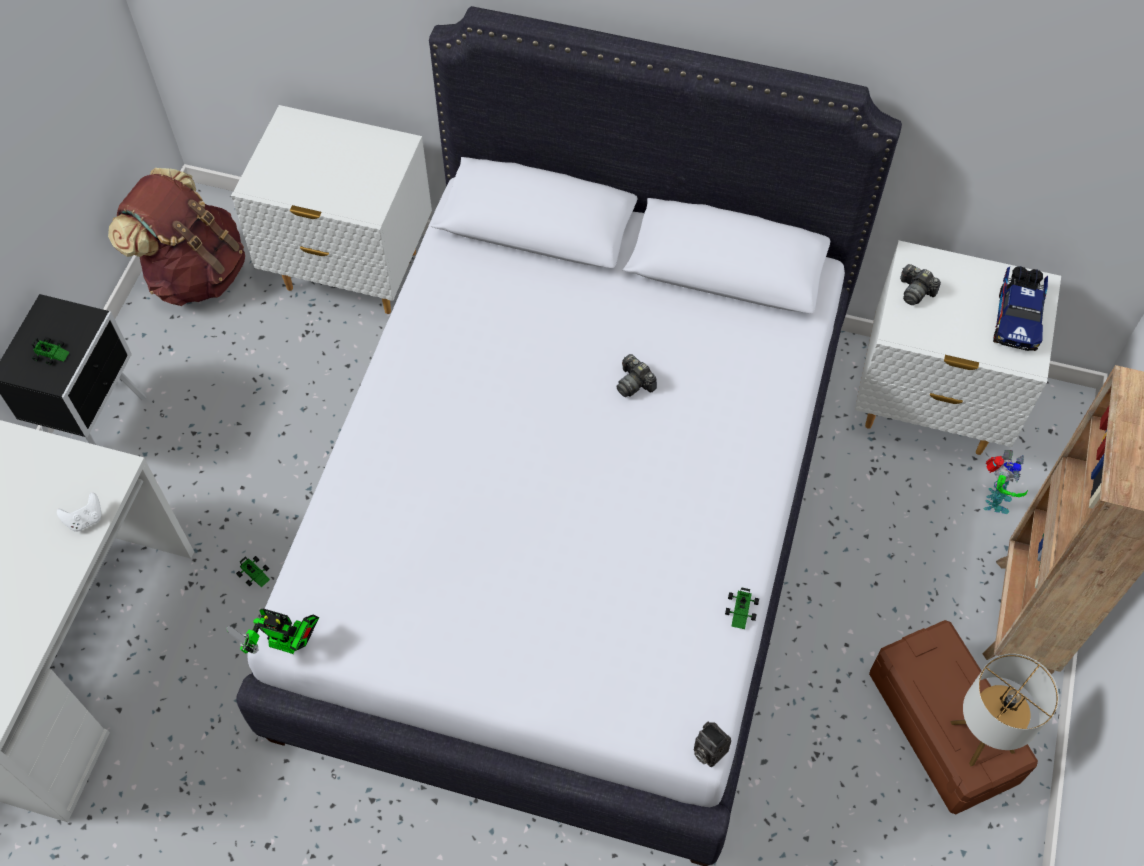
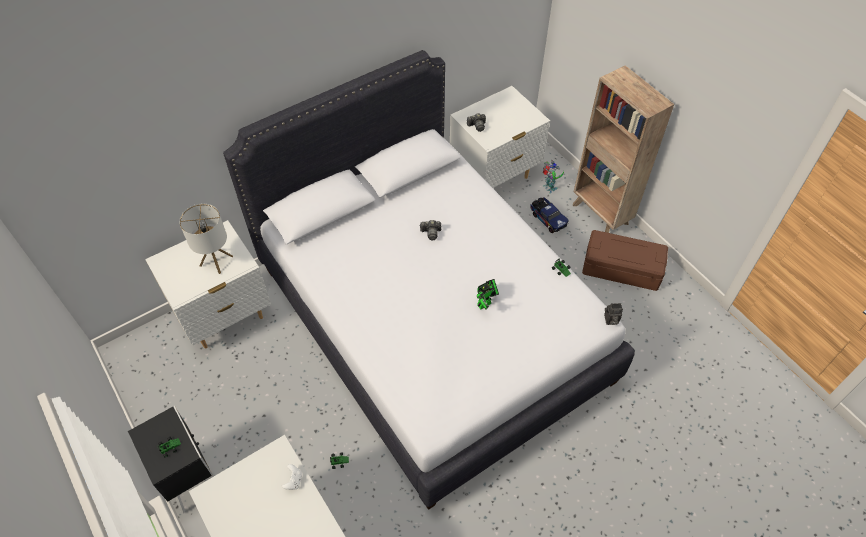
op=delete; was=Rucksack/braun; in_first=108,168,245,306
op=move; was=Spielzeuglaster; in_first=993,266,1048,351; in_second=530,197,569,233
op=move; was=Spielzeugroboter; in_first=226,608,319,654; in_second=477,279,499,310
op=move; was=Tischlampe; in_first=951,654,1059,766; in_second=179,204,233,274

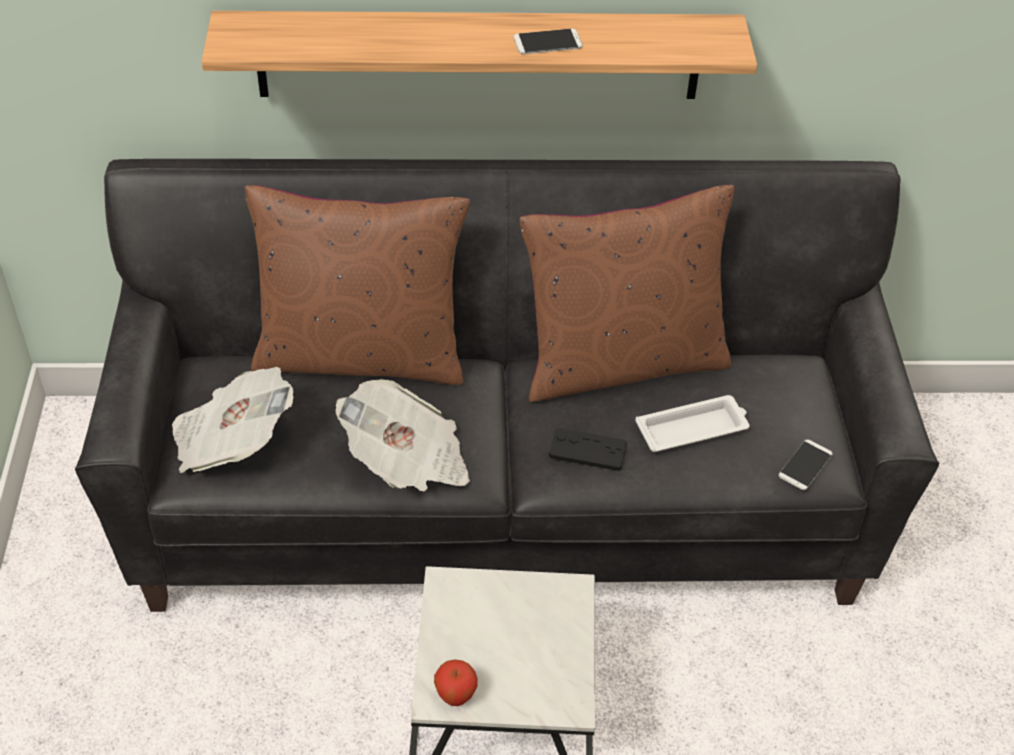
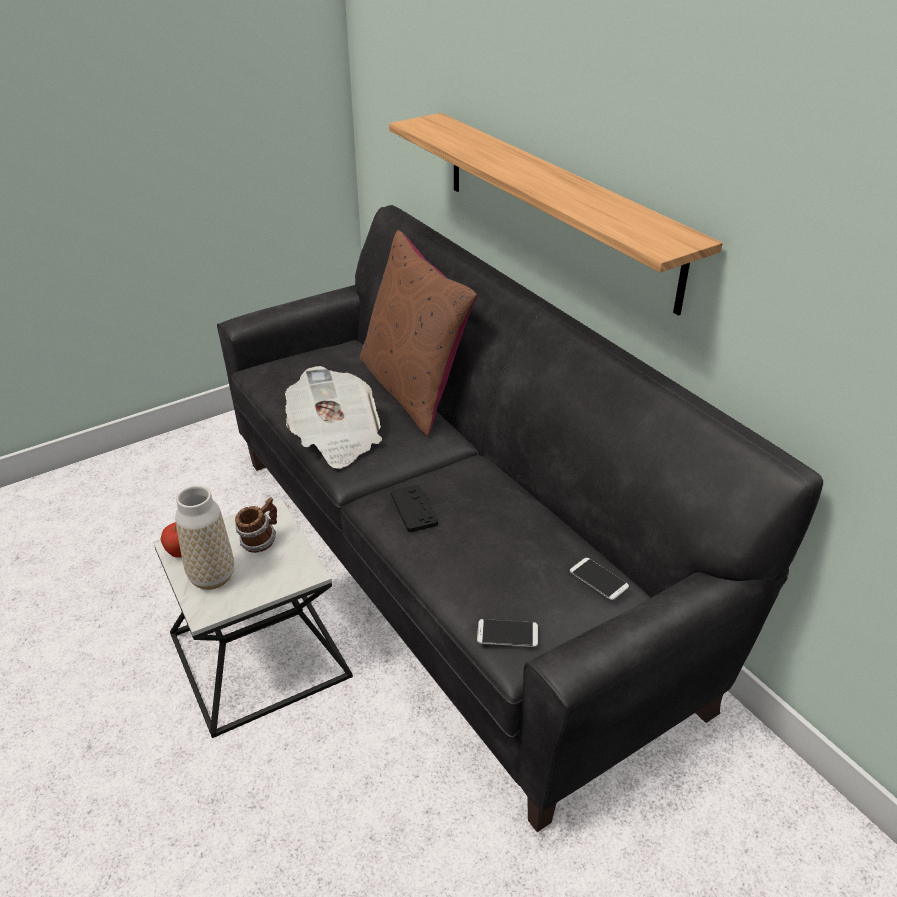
op=move; was=Handy; in_first=513,29,583,54; in_second=570,558,629,600
op=delete; was=Kissen/braun; in_first=519,185,735,402
op=delete; was=Zeitung; in_first=172,367,293,473
op=delete; was=Tablett/weiß; in_first=635,395,750,452
op=insert; now=Vase; in_second=175,485,234,590
op=insert; now=Henkelbecher; in_second=235,497,277,553

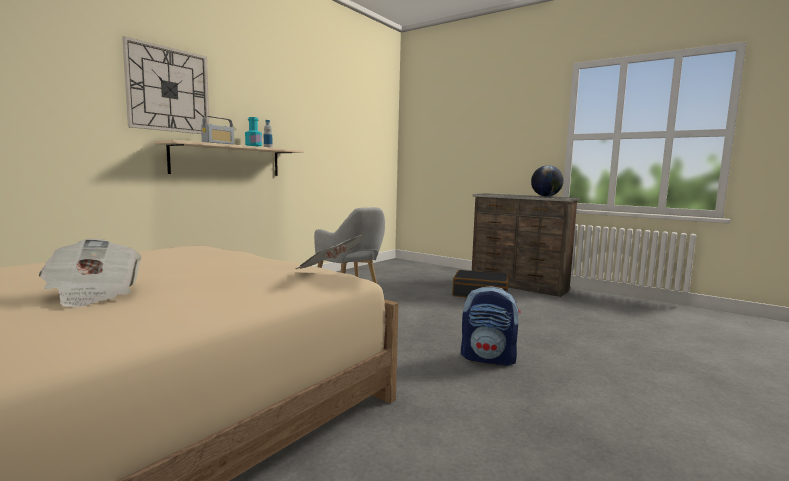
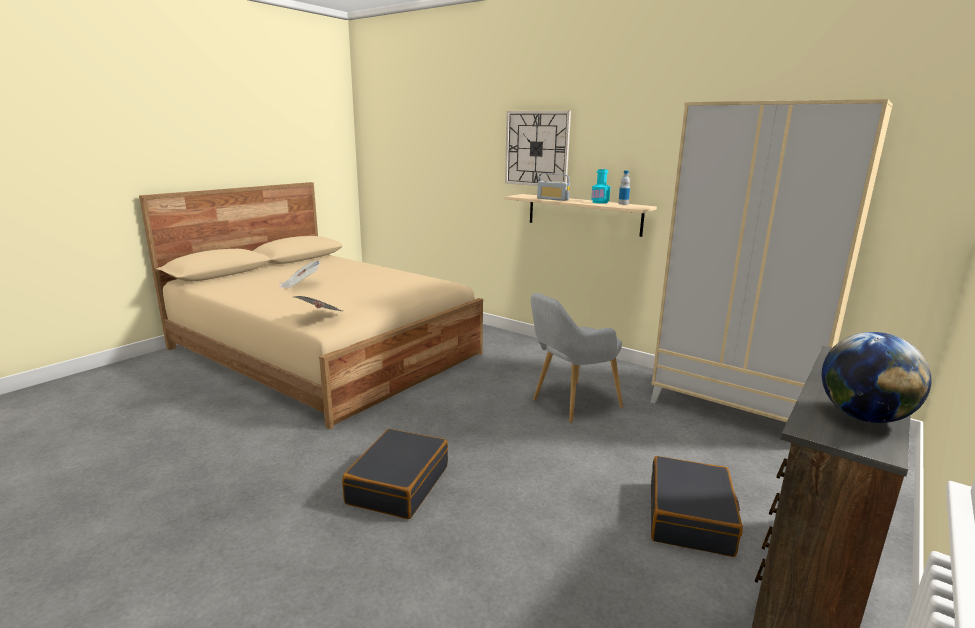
op=replace; was=Rucksack; now=Koffer/schwarz; in_first=461,286,521,366; in_second=342,429,448,519
op=insert; now=Kleiderschrank/beige; in_second=650,99,893,422

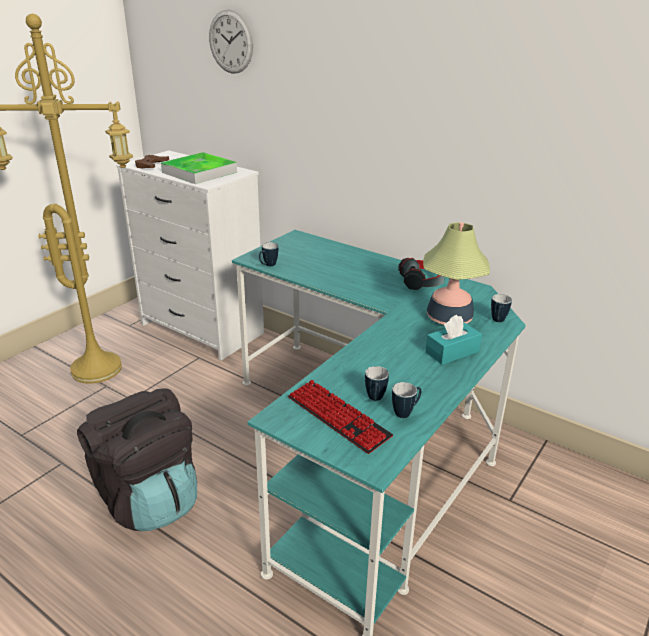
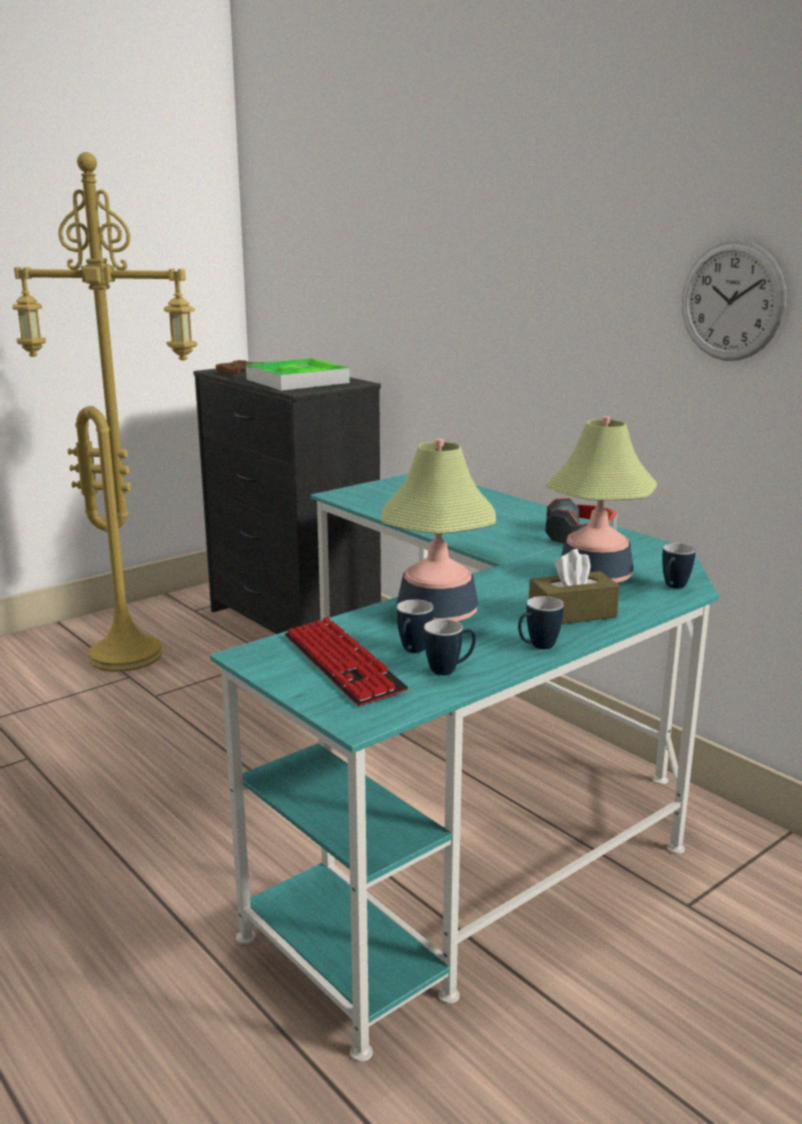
op=move; was=Wanduhr; in_first=209,9,253,74; in_second=682,240,786,361
op=recolor; was=Kommode/weiß; now=Kommode/schwarz; in_first=116,150,264,360; in_second=193,369,381,634
op=move; was=Henkelbecher; in_first=259,242,278,266; in_second=518,596,564,649
op=recolor; was=Taschentuchbox/türkis; now=Taschentuchbox/braun; in_first=425,315,482,365; in_second=529,549,620,624
op=delete; was=Rucksack/schwarz; in_first=77,388,197,531
op=insert; now=Tischlampe; in_second=381,439,496,622

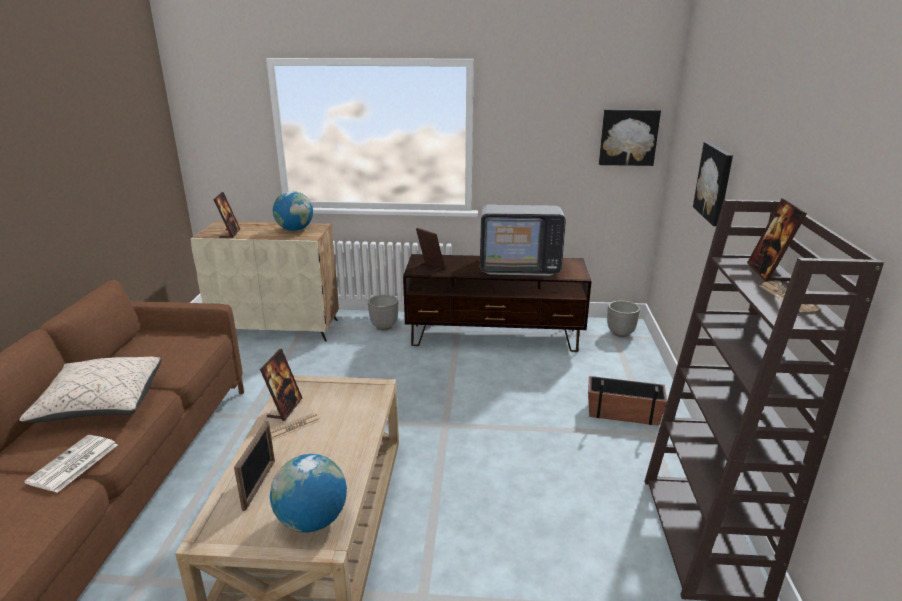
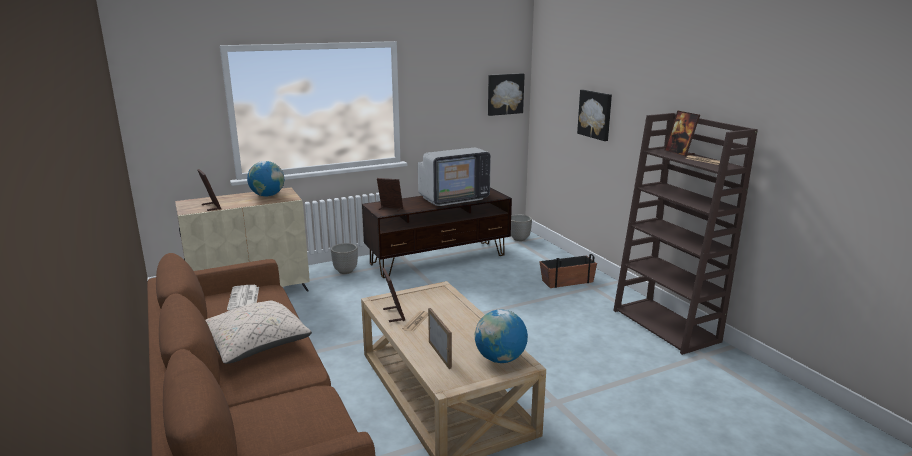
op=move; was=Zeitung; in_first=24,435,118,493; in_second=227,285,259,310

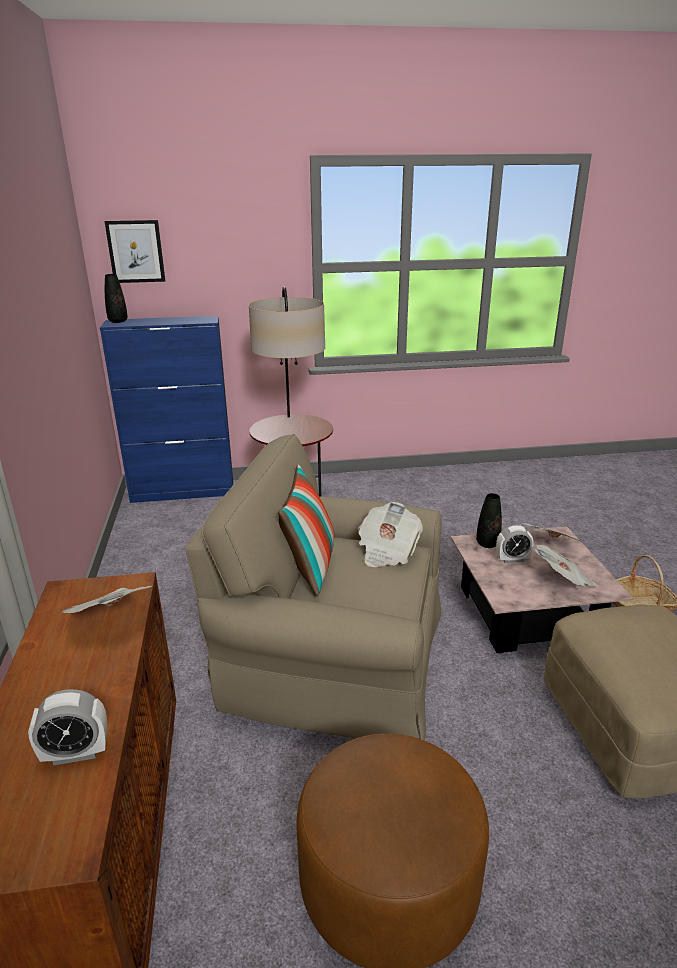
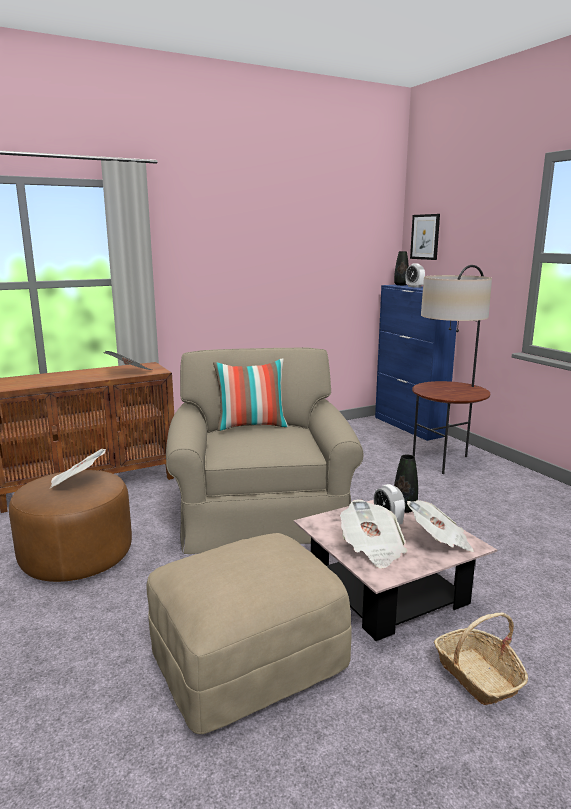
op=move; was=Zeitung; in_first=358,502,423,567; in_second=51,448,106,488
op=move; was=Wecker; in_first=28,689,107,765; in_second=406,264,425,288

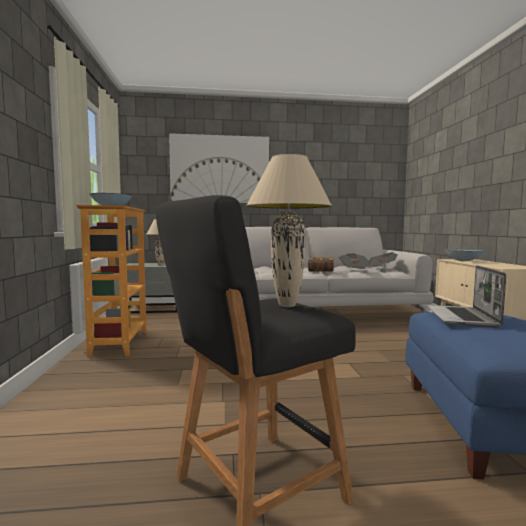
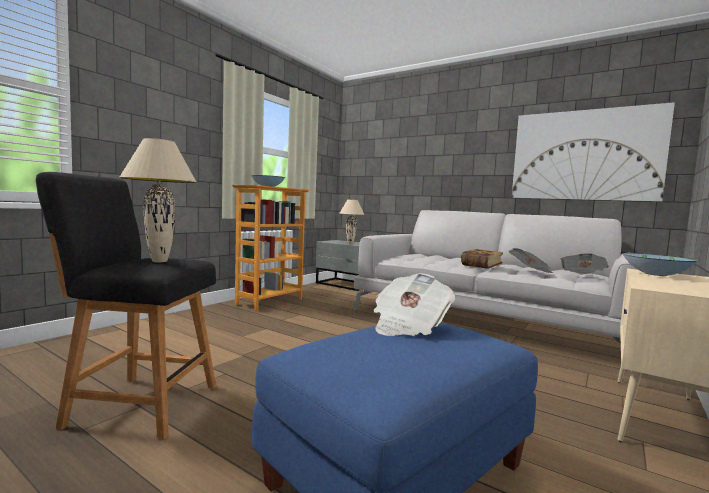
op=move; was=Bild; in_first=169,133,269,203; in_second=512,102,675,202
op=replace; was=Laptop; now=Zeitung; in_first=426,265,506,328; in_second=373,273,455,336

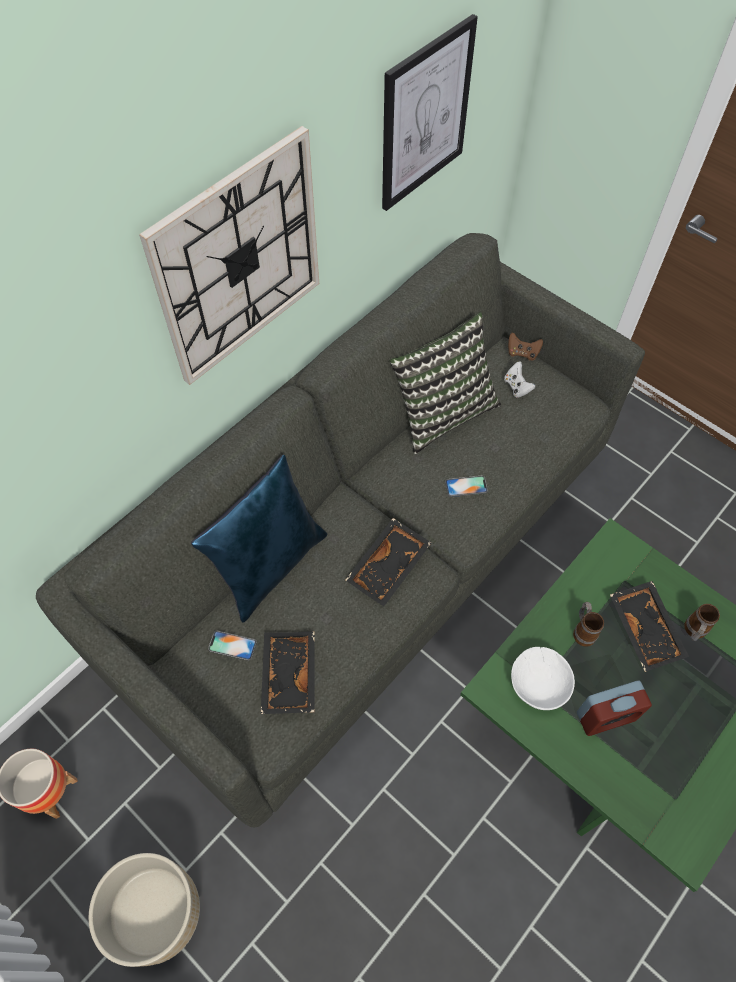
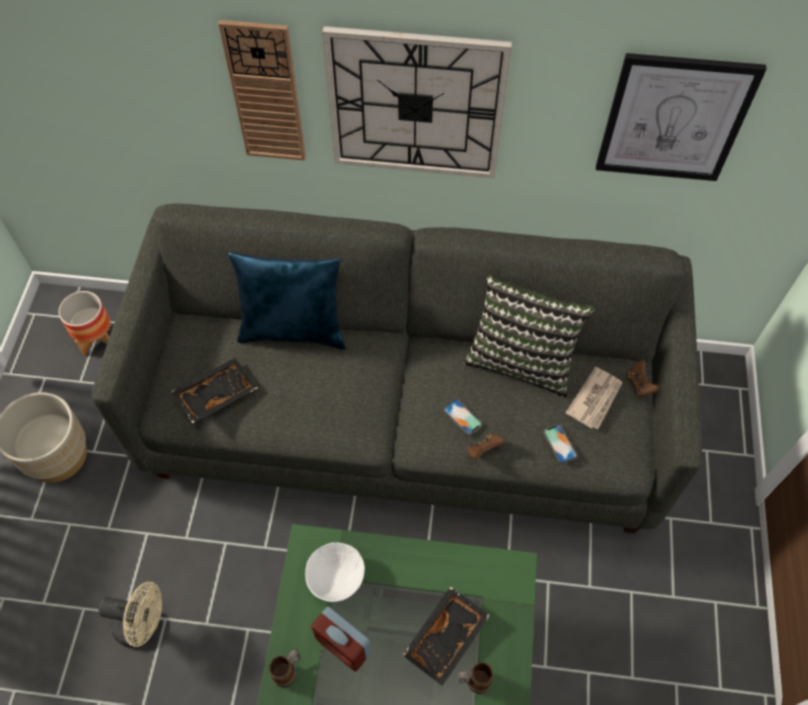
op=replace; was=Gamepad/weiß; now=Zeitung; in_first=504,362,536,398; in_second=565,367,622,429
op=delete; was=Tablett/schwarz; in_first=346,518,432,606
op=move; was=Henkelbecher; in_first=573,602,604,647; in_second=269,649,301,687
op=move; was=Handy; in_first=208,631,257,661; in_second=543,424,577,464
op=insert; now=Wanduhr; in_second=218,20,306,161
op=insert; now=Gamepad/braun; in_second=467,434,505,460
op=insert; now=Ventilator/beige; in_second=98,582,162,648

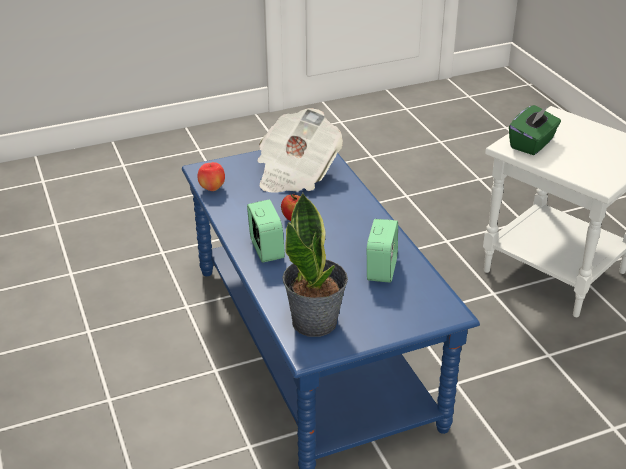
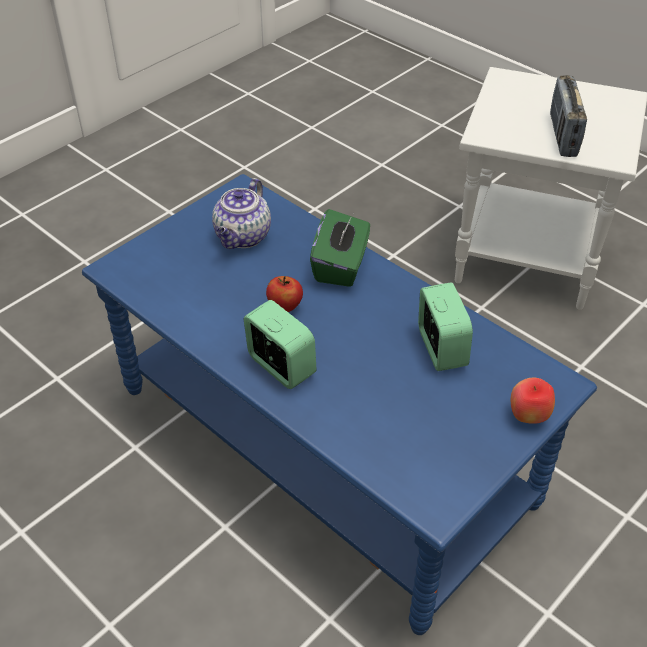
op=move; was=Taschentuchbox/grün; in_first=509,105,561,155; in_second=310,209,370,287
op=replace; was=Zeitung; now=Teekanne; in_first=257,108,343,193; in_second=212,178,271,249
op=move; was=Apfel; in_first=197,162,225,191; in_second=511,378,555,424
op=delete; was=Topfpflanze; in_first=282,193,348,337
op=insert; now=Radio; in_second=550,75,587,157

